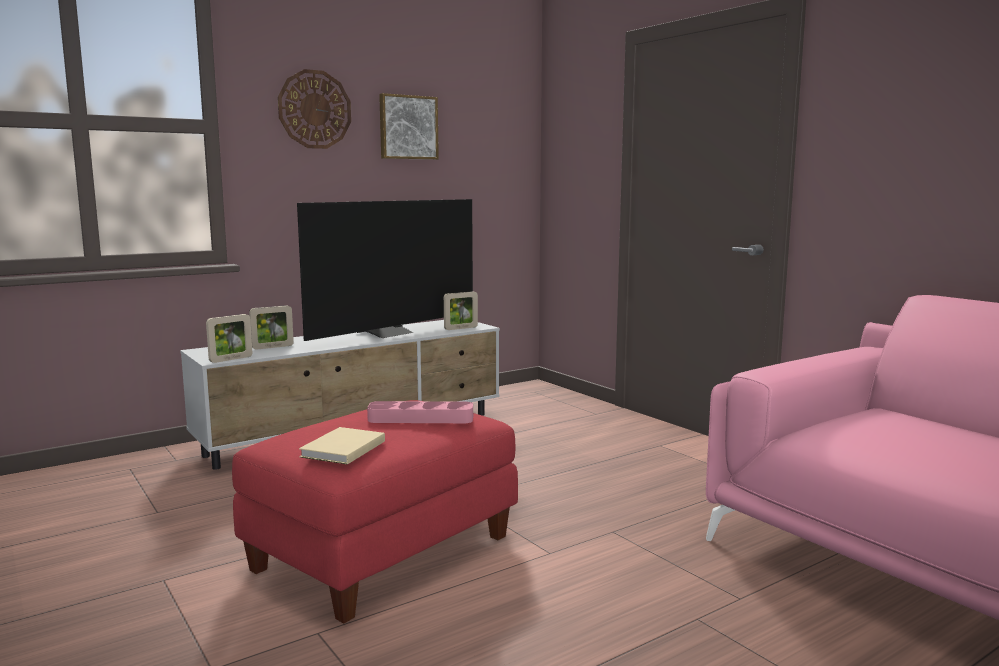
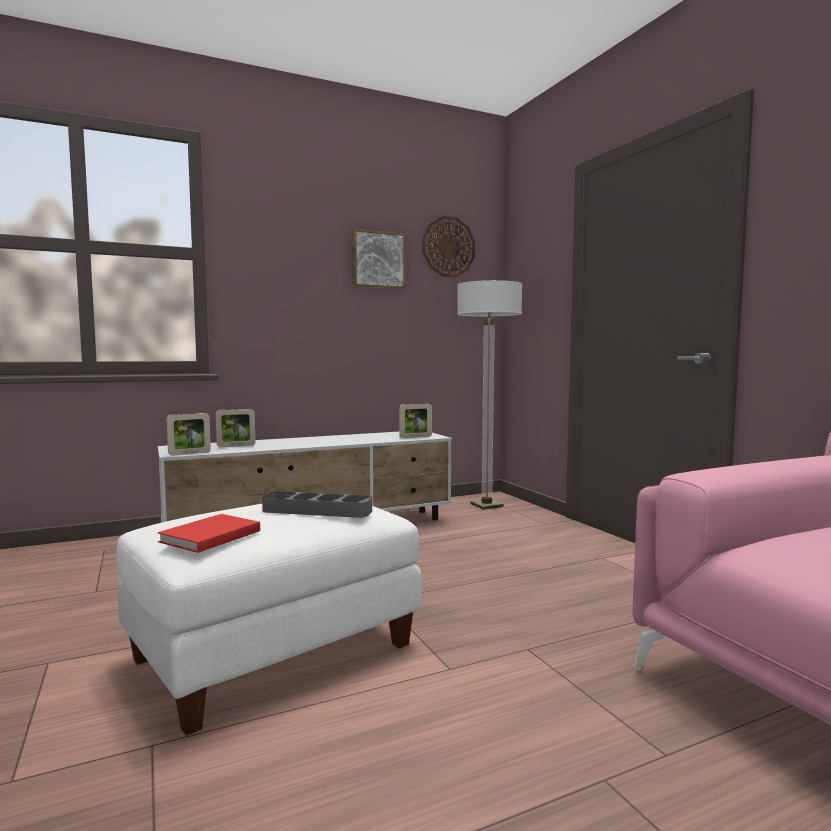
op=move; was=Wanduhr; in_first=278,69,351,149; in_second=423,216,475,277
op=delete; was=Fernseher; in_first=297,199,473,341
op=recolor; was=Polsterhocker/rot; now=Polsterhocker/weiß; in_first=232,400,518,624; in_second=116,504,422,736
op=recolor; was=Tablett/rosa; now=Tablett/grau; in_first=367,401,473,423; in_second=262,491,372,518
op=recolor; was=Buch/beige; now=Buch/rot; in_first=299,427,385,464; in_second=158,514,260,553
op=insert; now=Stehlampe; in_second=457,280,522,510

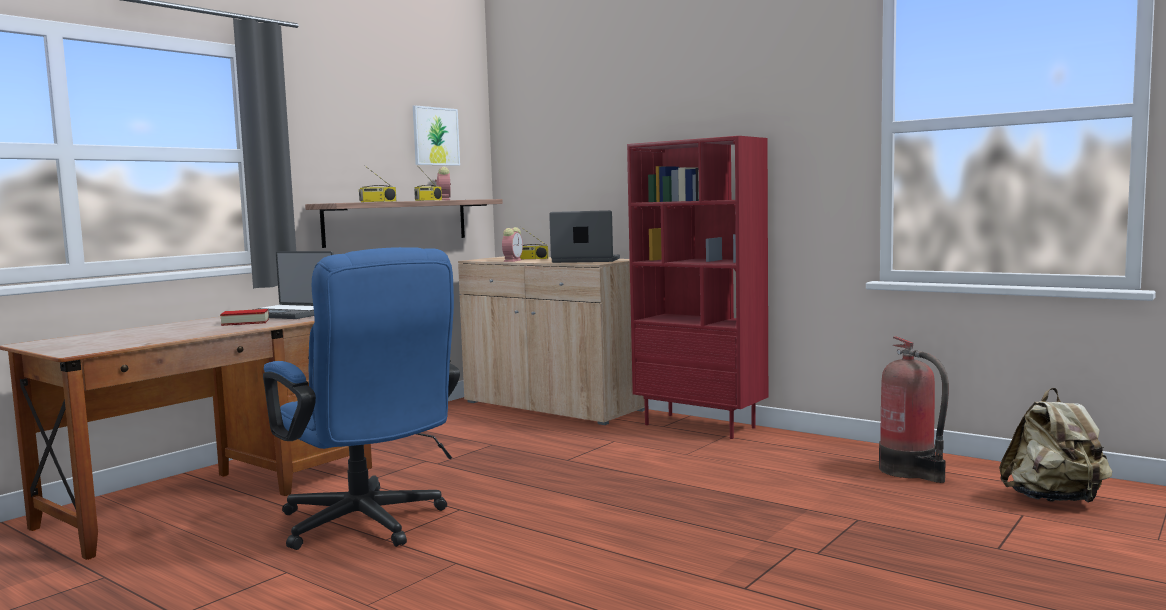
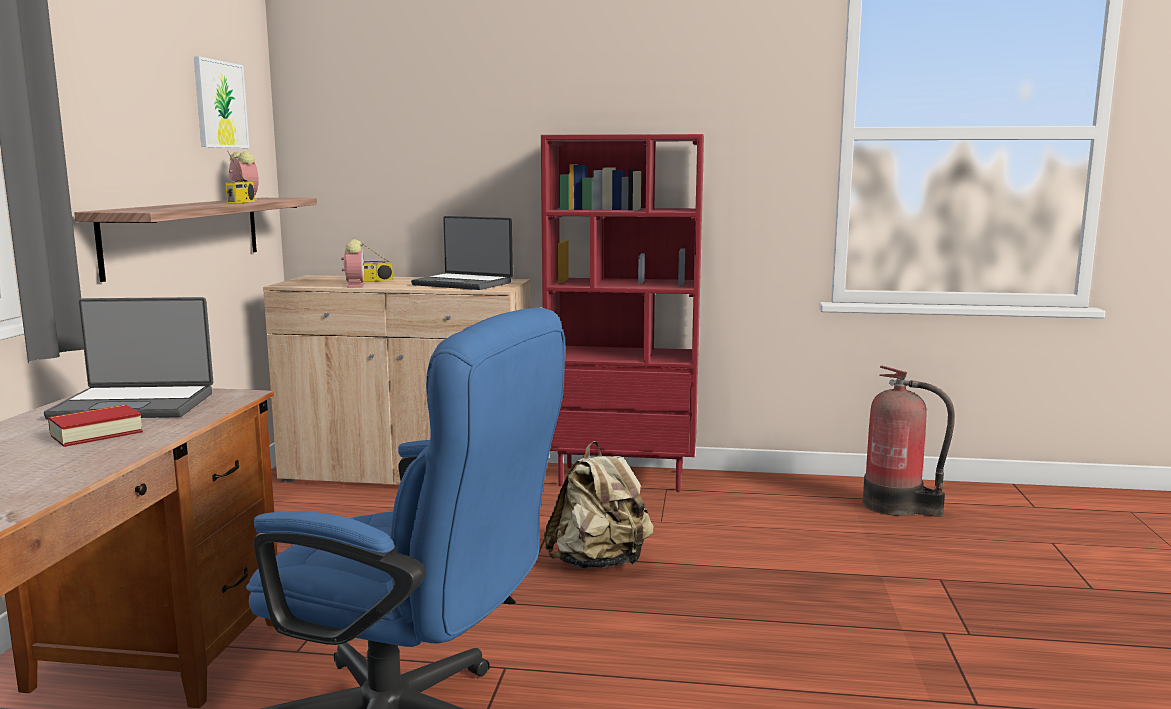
op=delete; was=Radio; in_first=359,165,396,202
op=rotate; was=Laptop; in_first=549,210,620,263; in_second=411,216,513,290; clockwise=-135
op=move; was=Rucksack/beige; in_first=999,388,1112,503; in_second=544,441,654,569

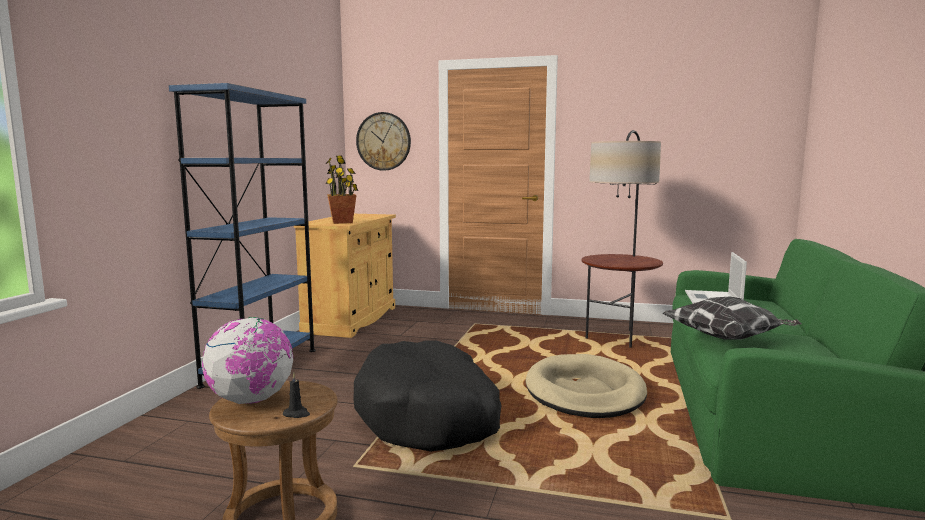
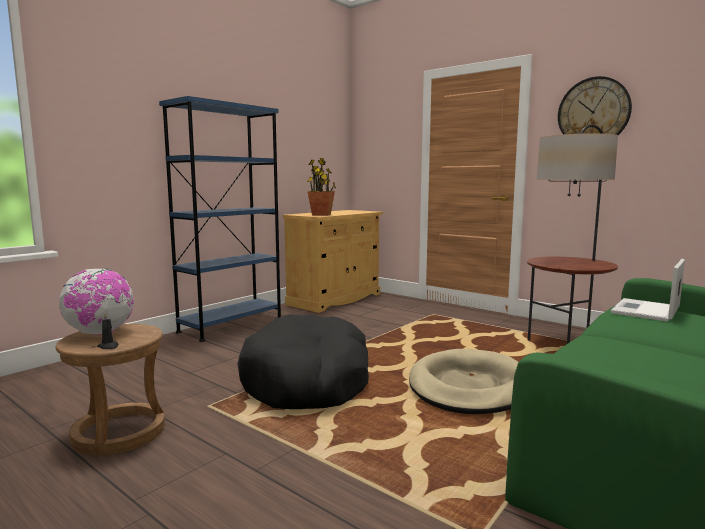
op=move; was=Wanduhr; in_first=356,112,411,171; in_second=558,76,632,135
op=delete; was=Kissen; in_first=663,296,802,340

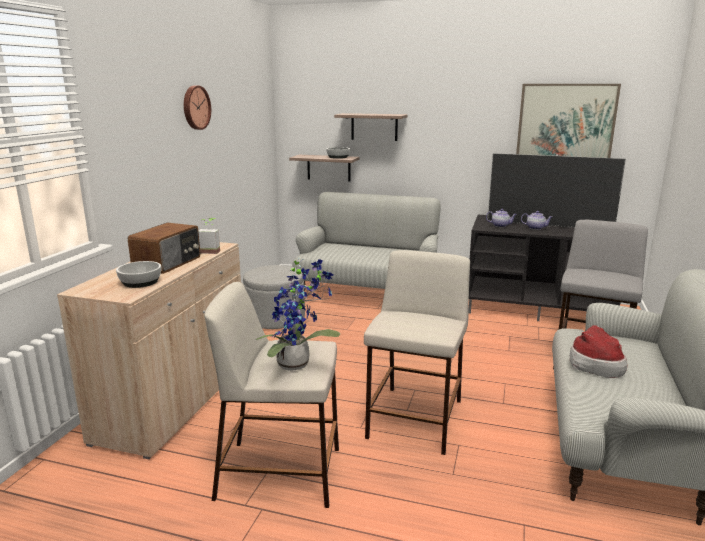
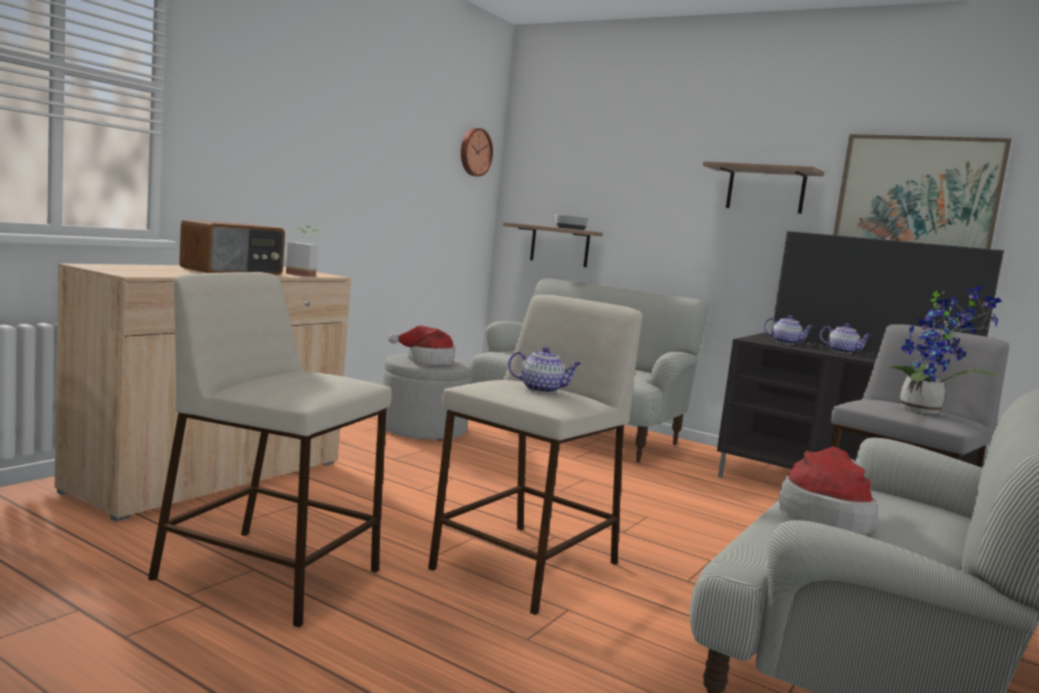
op=move; was=Wanduhr; in_first=184,85,211,130; in_second=461,128,493,177
op=move; was=Wandregal; in_first=334,113,408,141; in_second=703,161,824,214
op=move; was=Topfpflanze; in_first=256,257,340,371; in_second=886,286,1002,414
op=delete; was=Schüssel; in_first=116,261,161,288
op=insert; now=Hut; in_second=388,325,455,365
op=insert; now=Teekanne; in_second=508,347,582,393

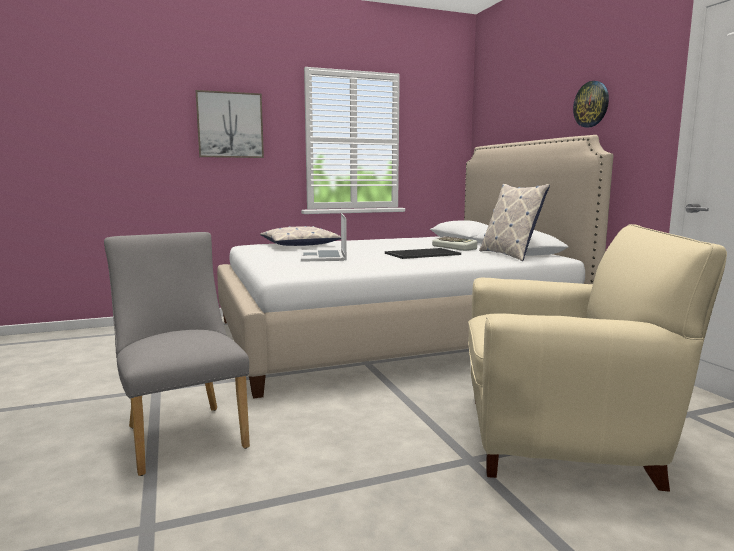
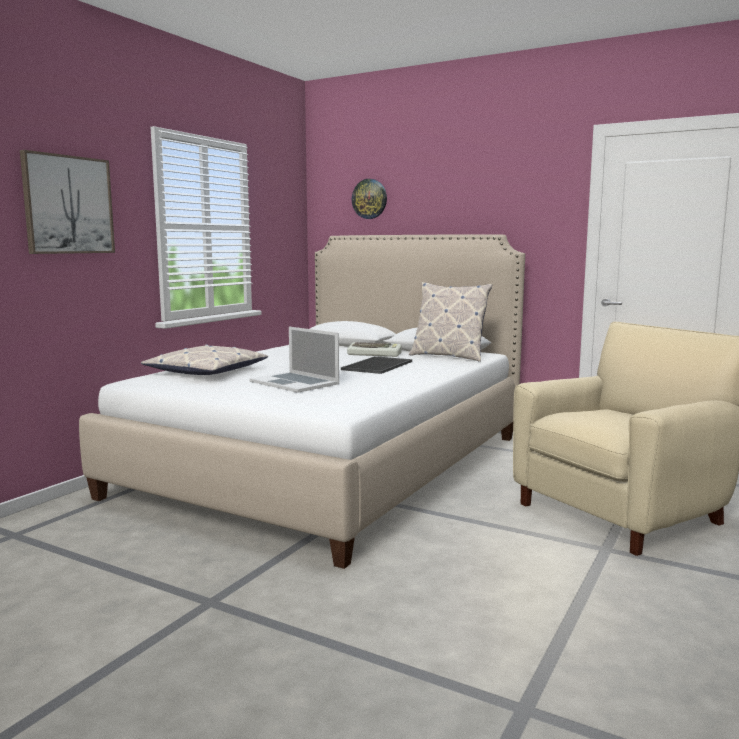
op=move; was=Wanduhr; in_first=573,81,609,127; in_second=352,179,387,219
op=delete; was=Stuhl/grau; in_first=104,232,250,476

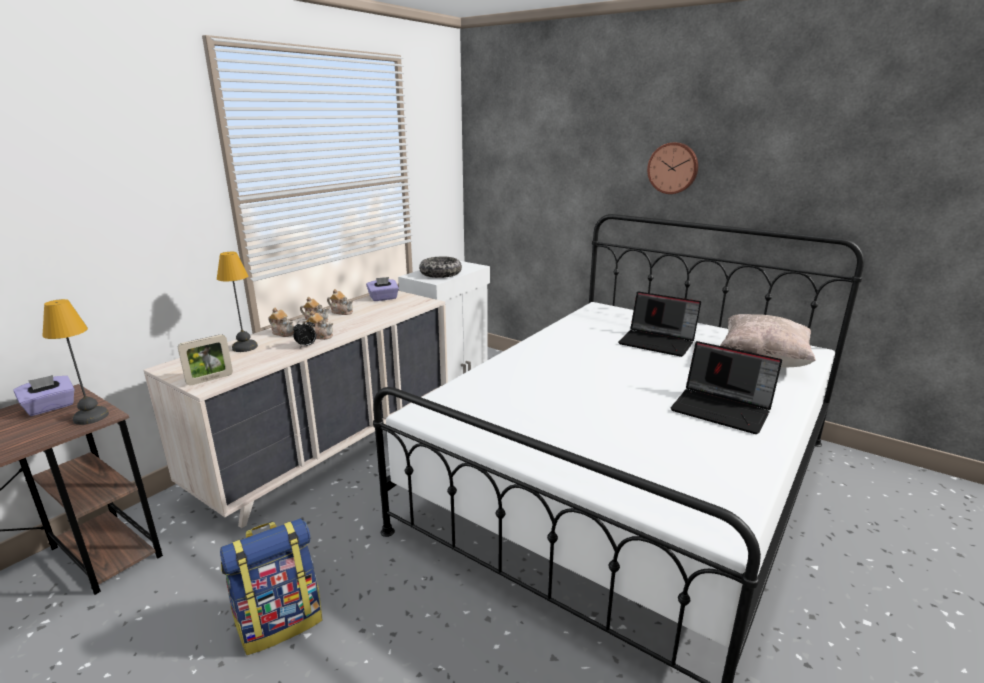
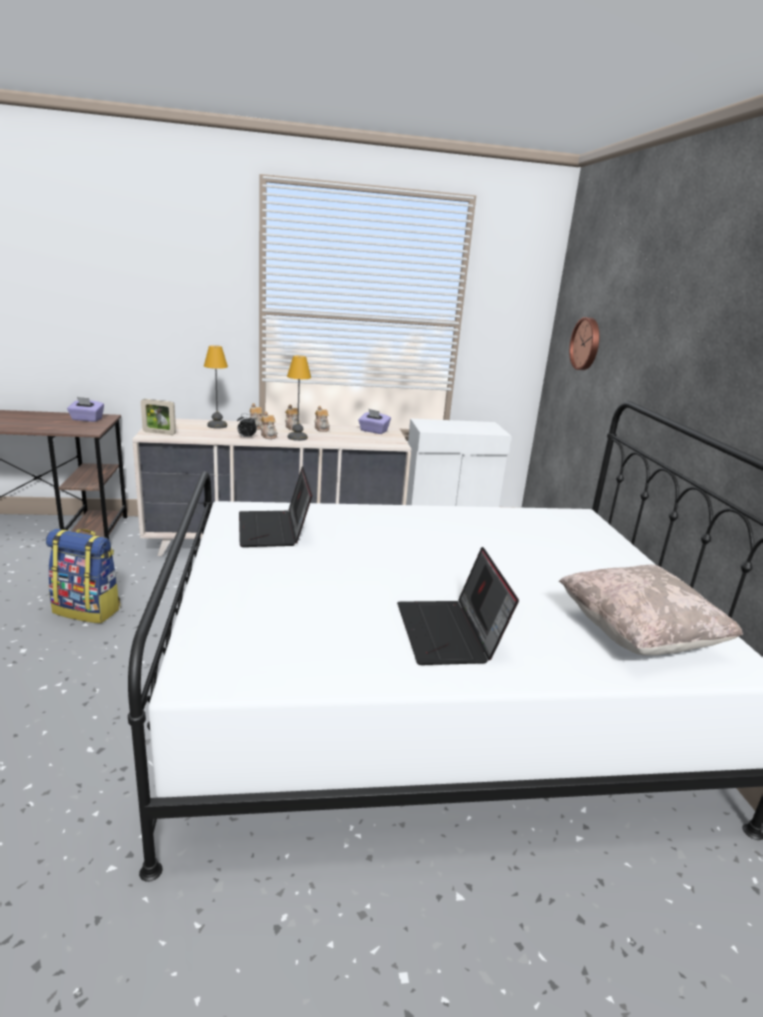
op=move; was=Wanduhr; in_first=647,142,698,194; in_second=569,317,599,370
op=delete; was=Schüssel; in_first=419,257,462,278
op=move; was=Laptop; in_first=618,292,701,357; in_second=239,467,312,547
op=move; was=Tischlampe; in_first=42,299,109,425; in_second=287,355,311,441

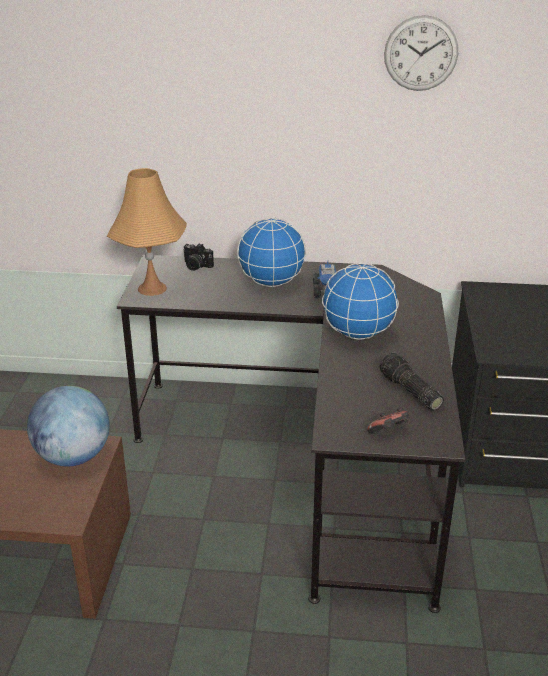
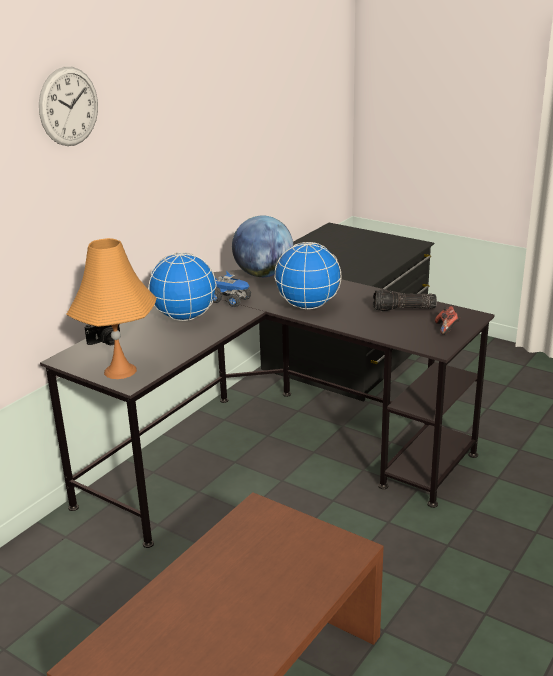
op=move; was=Wanduhr; in_first=384,15,458,91; in_second=39,67,98,146
op=move; was=Globus; in_first=27,386,110,466; in_second=232,216,293,277

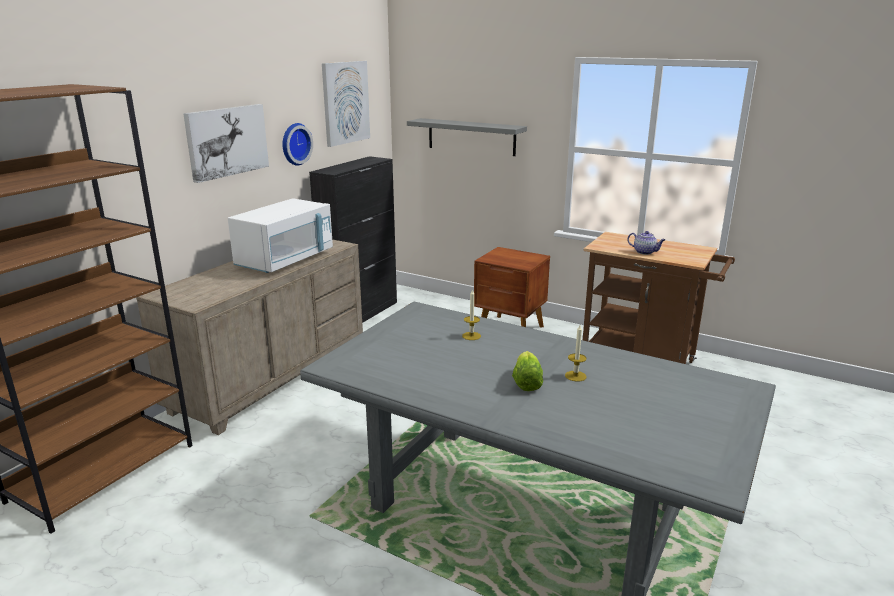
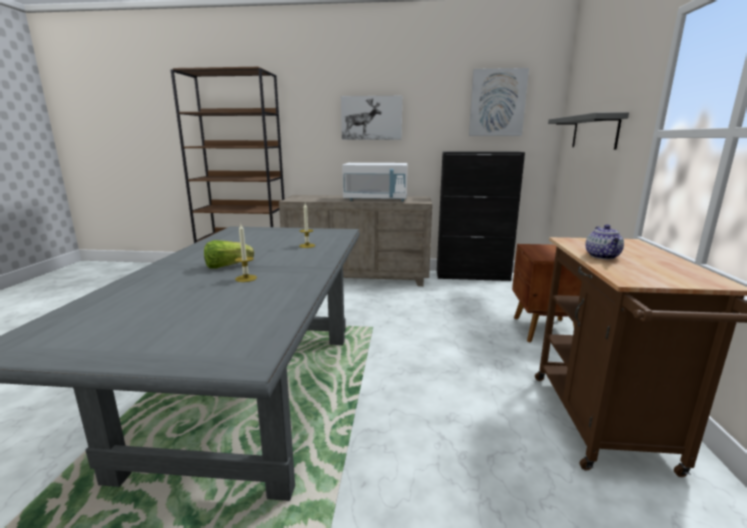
op=delete; was=Wanduhr; in_first=282,123,313,166

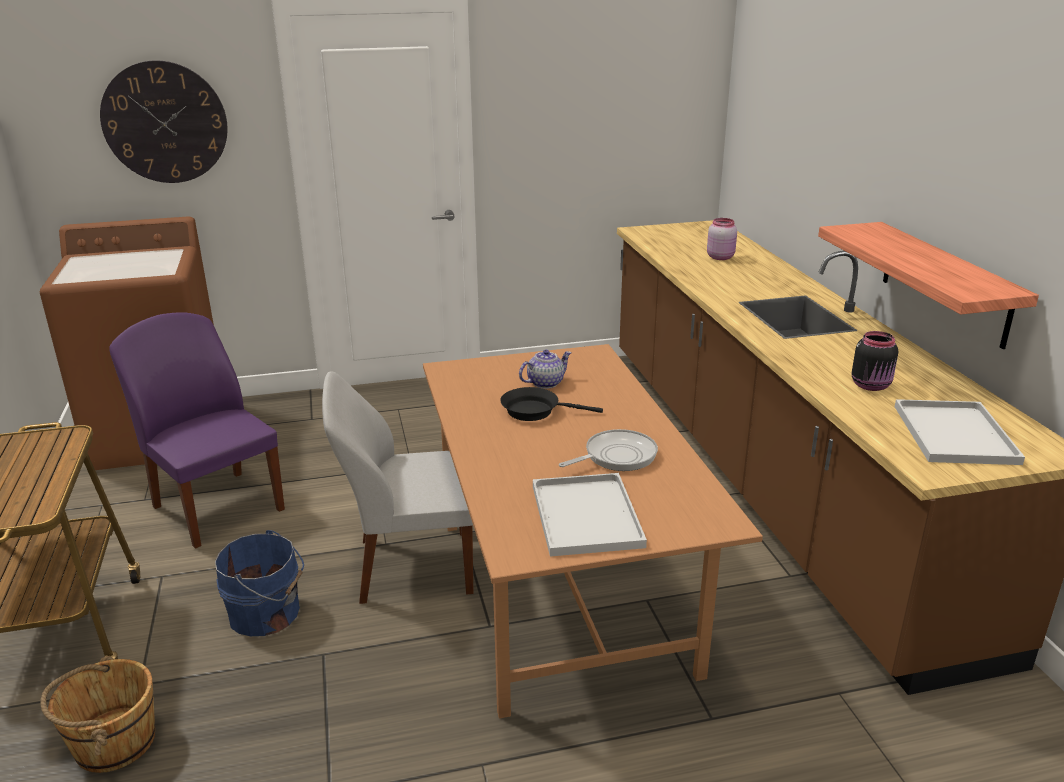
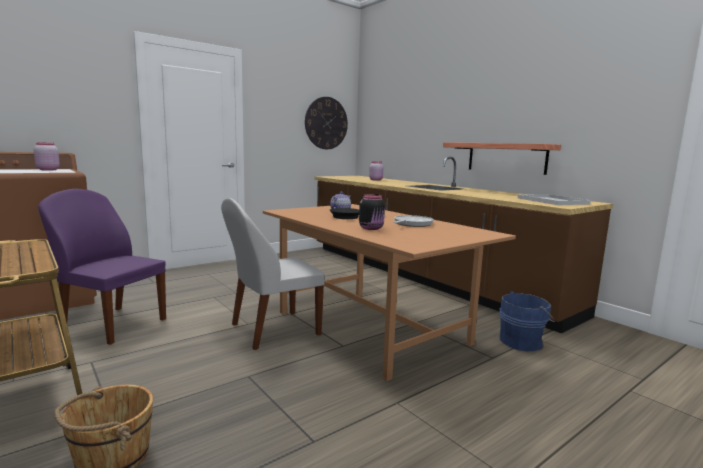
op=move; was=Wanduhr; in_first=100,60,228,183; in_second=305,97,348,149
op=move; was=Vorratsglas/schwarz; in_first=852,331,898,391; in_second=359,194,385,230
op=delete; was=Tablett/weiß; in_first=533,473,647,556
op=move; was=Eimer/blau; in_first=215,530,304,636; in_second=500,291,555,351
op=insert; now=Vorratsglas/rosa; in_second=34,142,60,170

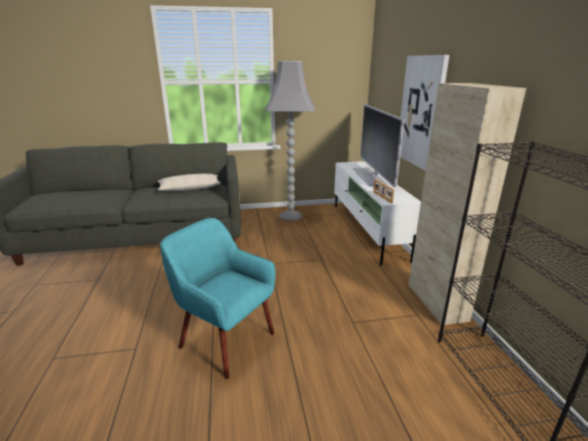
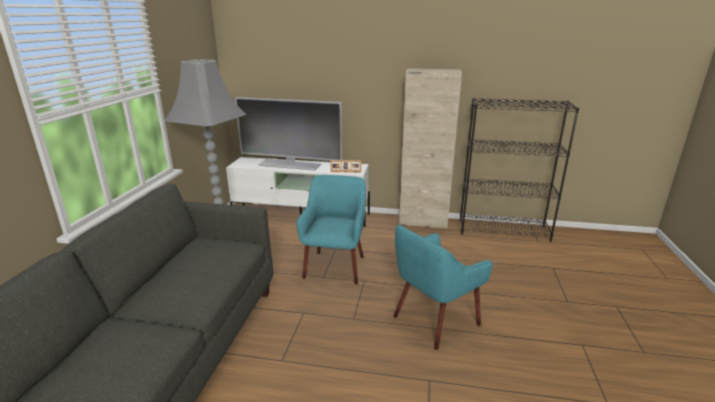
op=delete; was=Bild; in_first=400,55,449,171
op=delete; was=Kissen/beige; in_first=158,174,221,191
op=insert; now=Sessel/türkis; in_second=296,175,366,284

